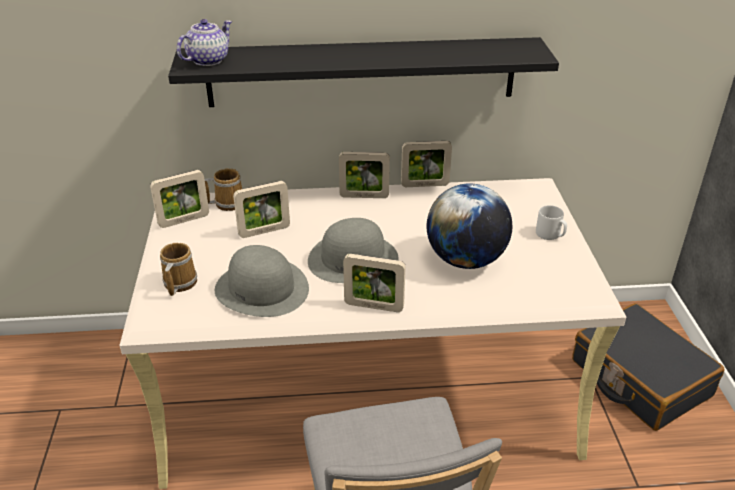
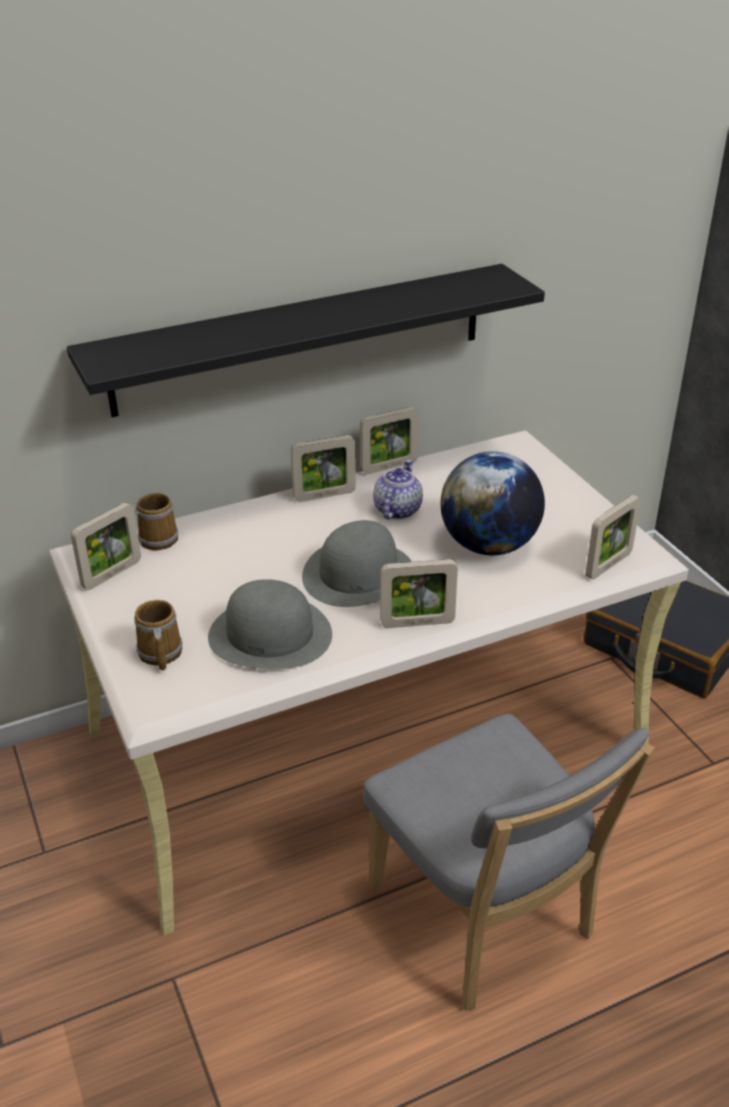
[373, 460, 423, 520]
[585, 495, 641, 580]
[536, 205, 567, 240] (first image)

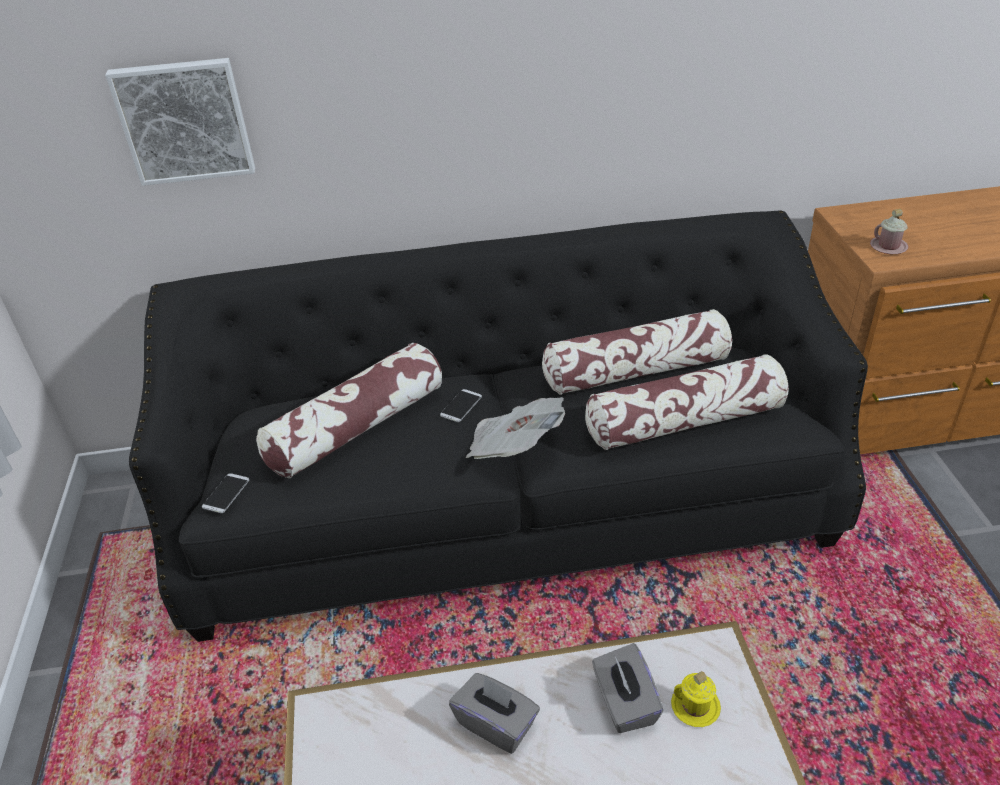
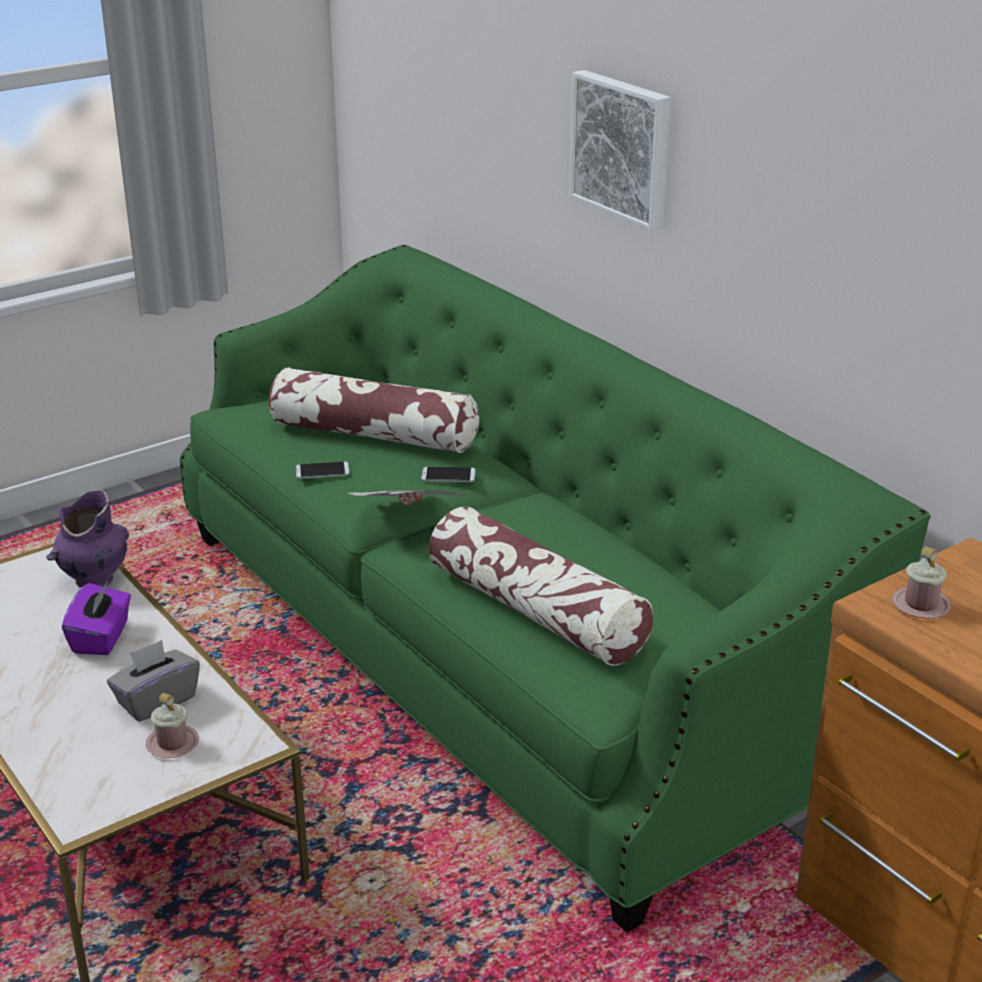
[569, 70, 671, 231]
[180, 245, 931, 932]
[296, 461, 350, 479]
[62, 581, 131, 655]
[542, 309, 732, 395] (first image)
[146, 693, 199, 758]
[46, 490, 129, 588]

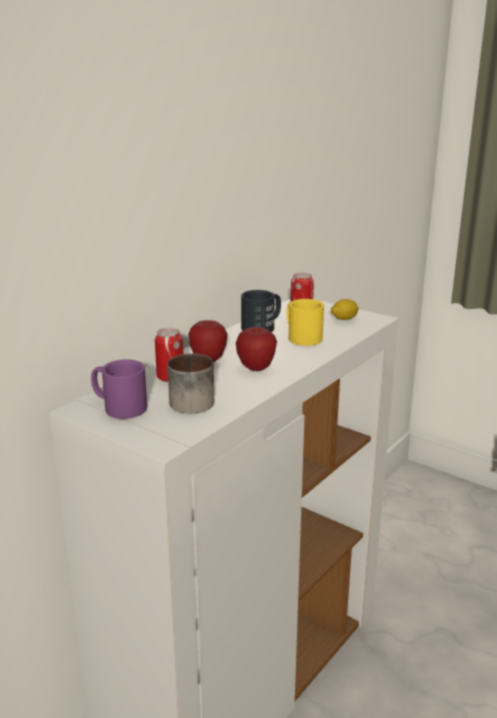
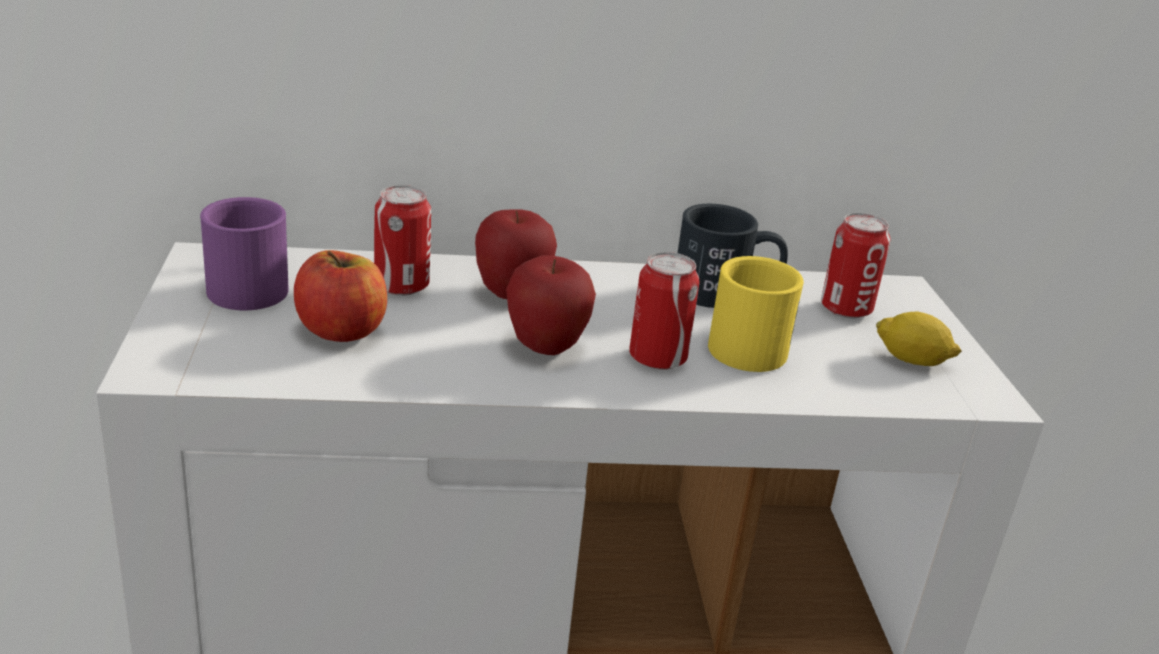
[294, 250, 387, 342]
[629, 252, 699, 370]

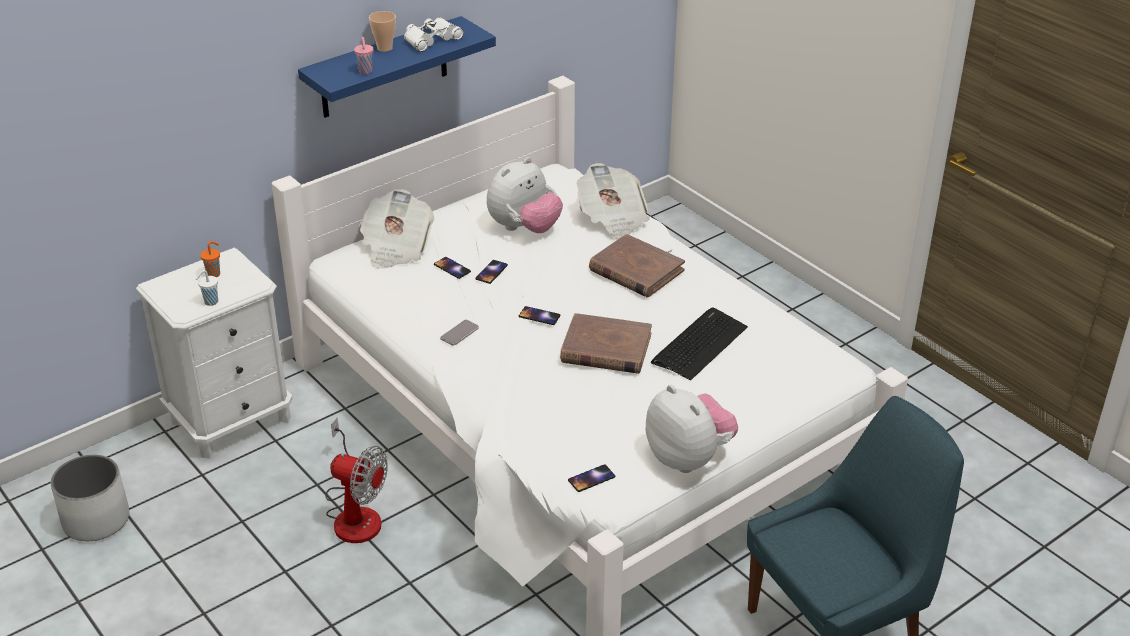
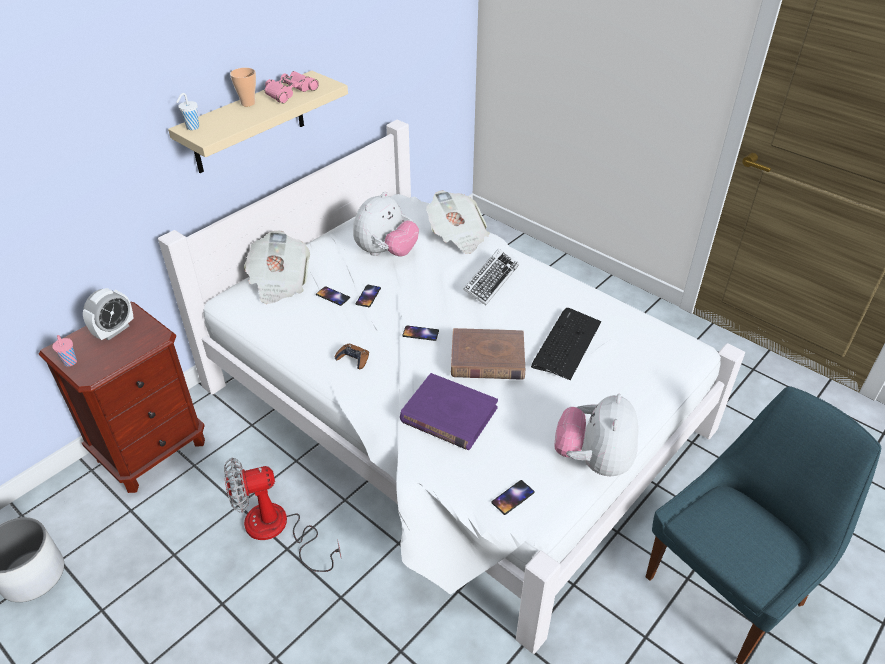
[39, 301, 205, 493]
[176, 93, 199, 130]
[83, 288, 134, 340]
[168, 71, 348, 173]
[224, 458, 342, 572]
[52, 335, 77, 366]
[265, 71, 319, 103]
[335, 344, 369, 369]
[463, 248, 519, 305]
[555, 394, 638, 476]
[400, 373, 498, 450]

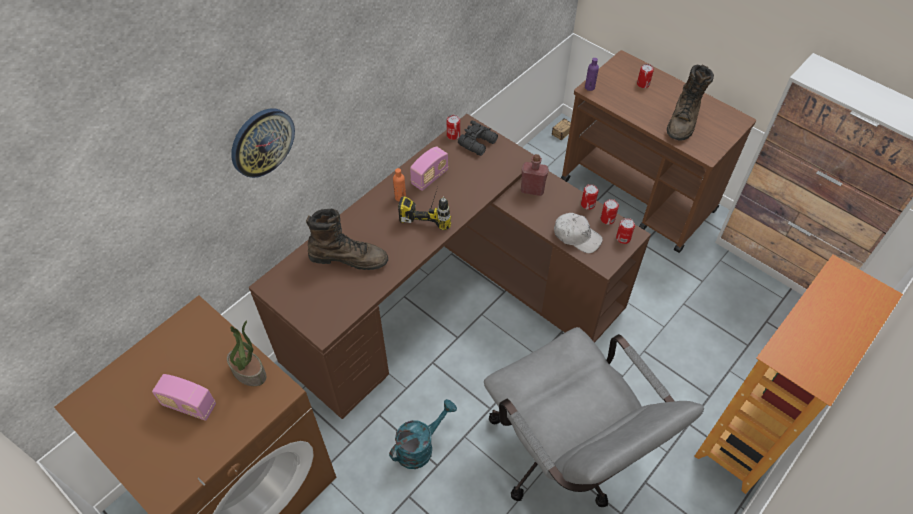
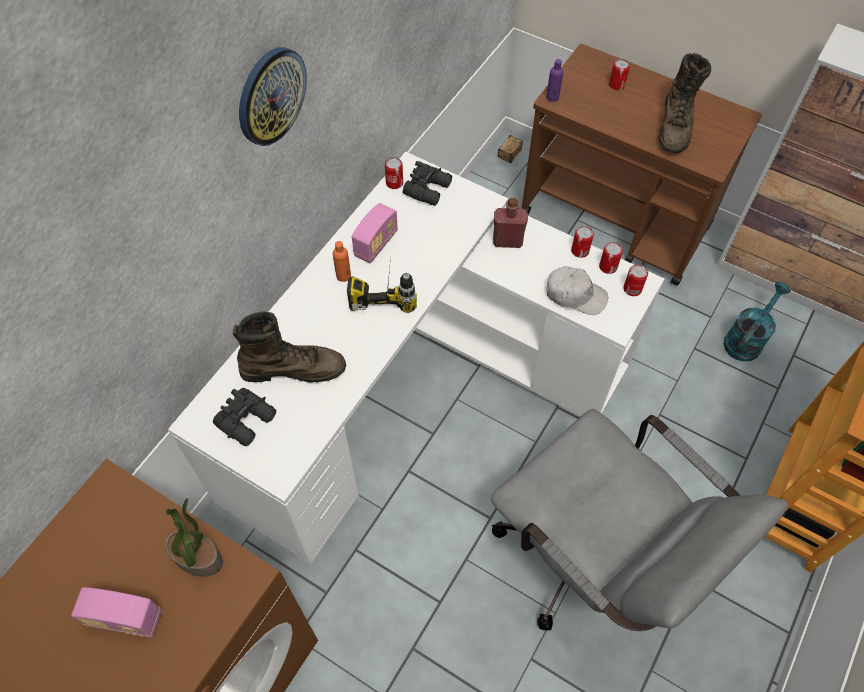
[239, 47, 307, 146]
[168, 152, 664, 564]
[724, 282, 791, 362]
[213, 388, 276, 446]

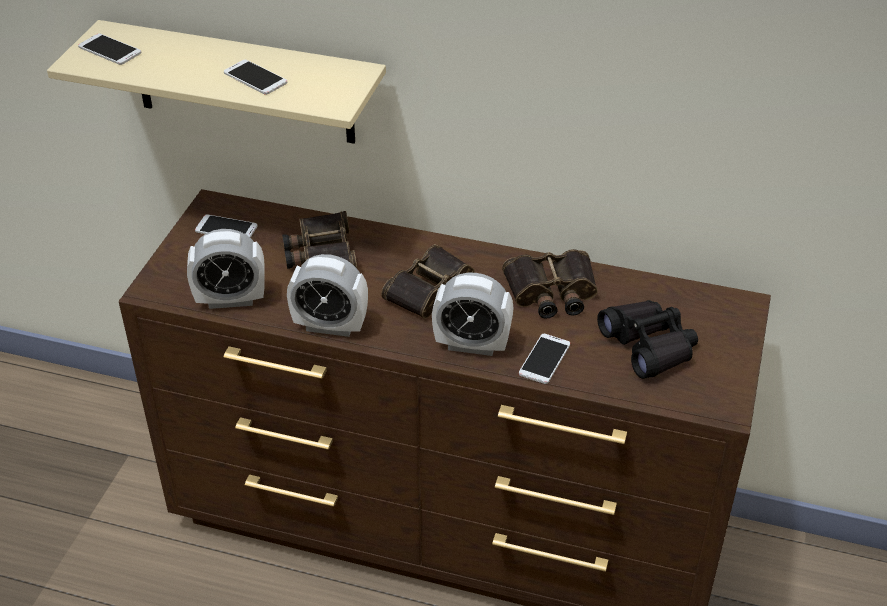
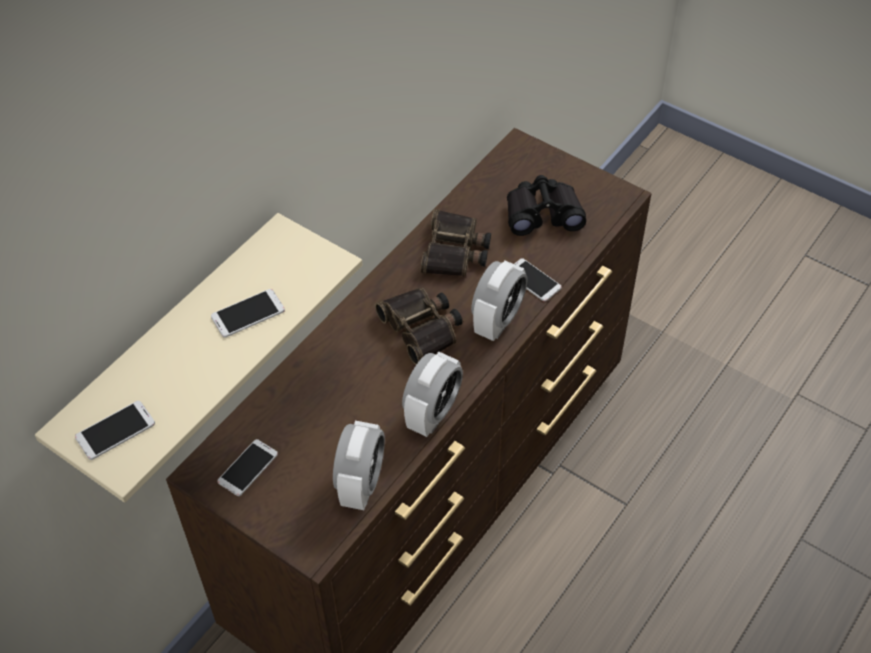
[282, 211, 357, 269] (first image)

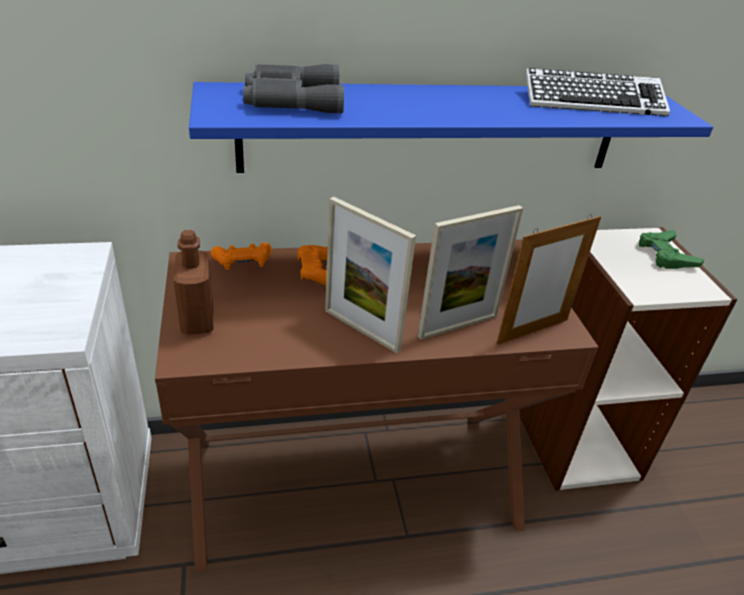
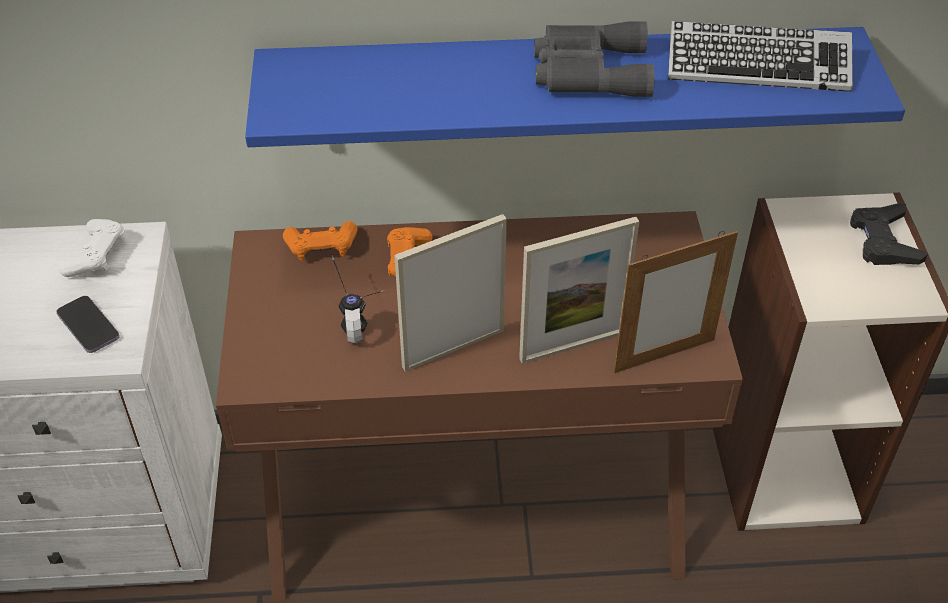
[174, 230, 213, 335] (first image)
[534, 21, 655, 97]
[394, 214, 507, 372]
[850, 204, 928, 265]
[56, 296, 120, 353]
[59, 219, 126, 277]
[332, 255, 385, 344]

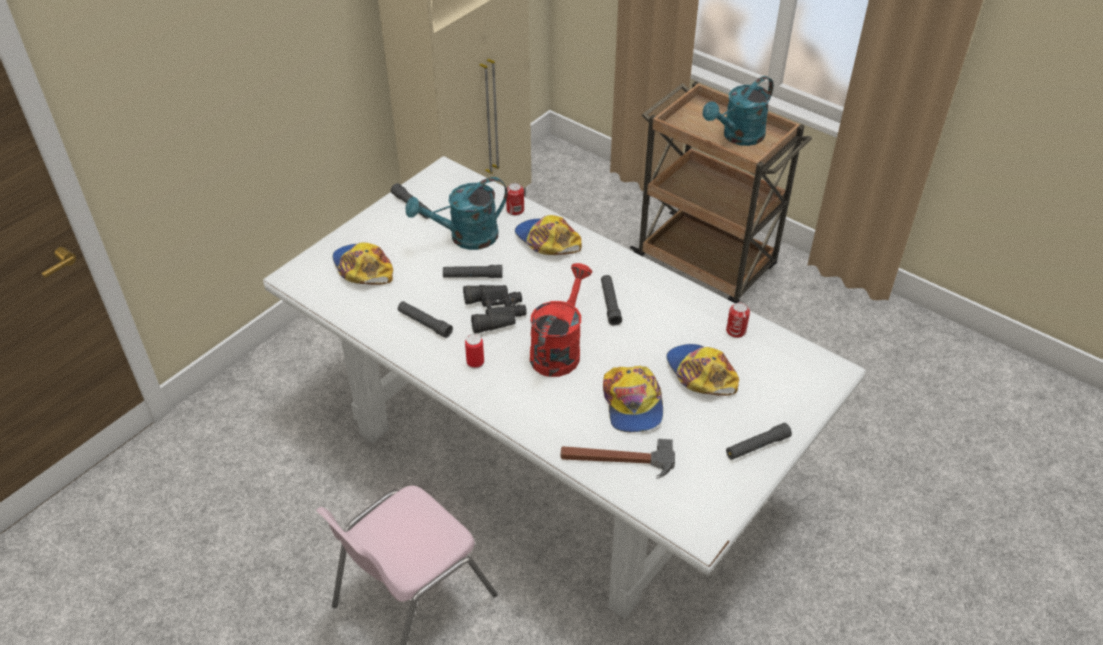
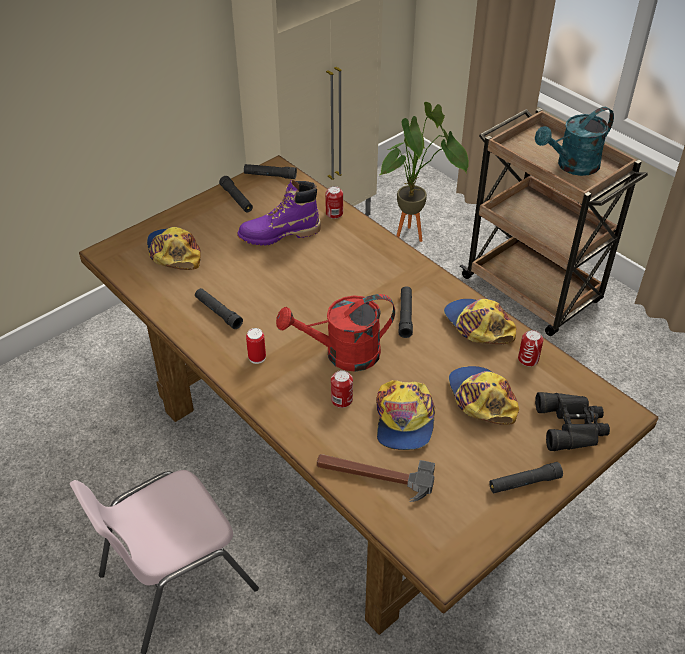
[79, 155, 658, 635]
[237, 180, 321, 246]
[244, 164, 297, 179]
[535, 392, 610, 451]
[444, 299, 516, 344]
[276, 294, 395, 372]
[331, 370, 353, 408]
[380, 102, 469, 242]

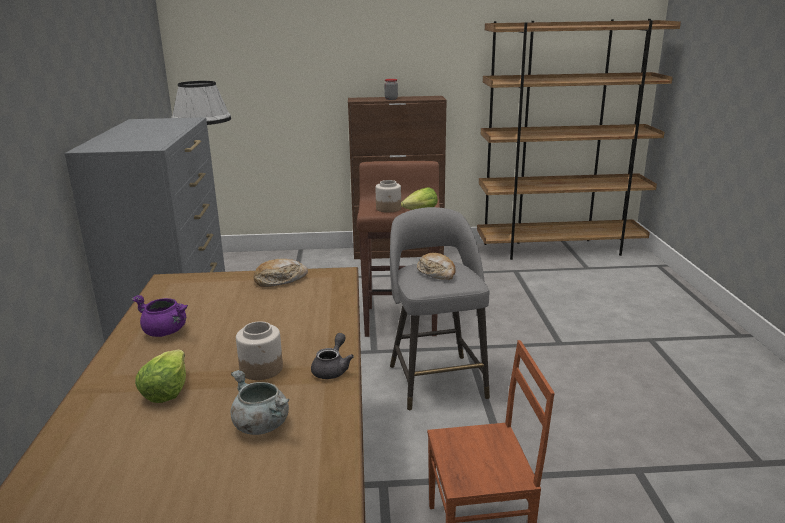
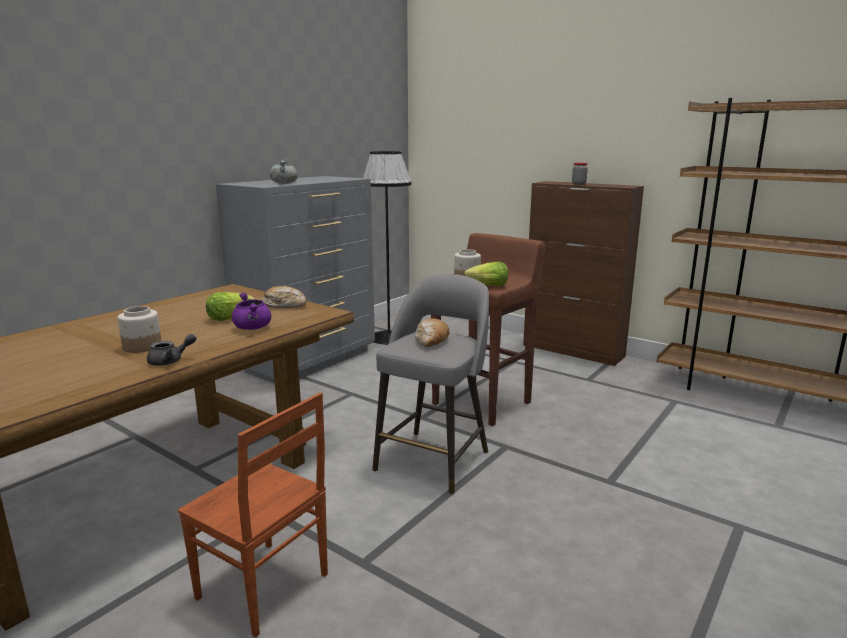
[232, 292, 271, 330]
[206, 292, 254, 321]
[270, 159, 298, 184]

